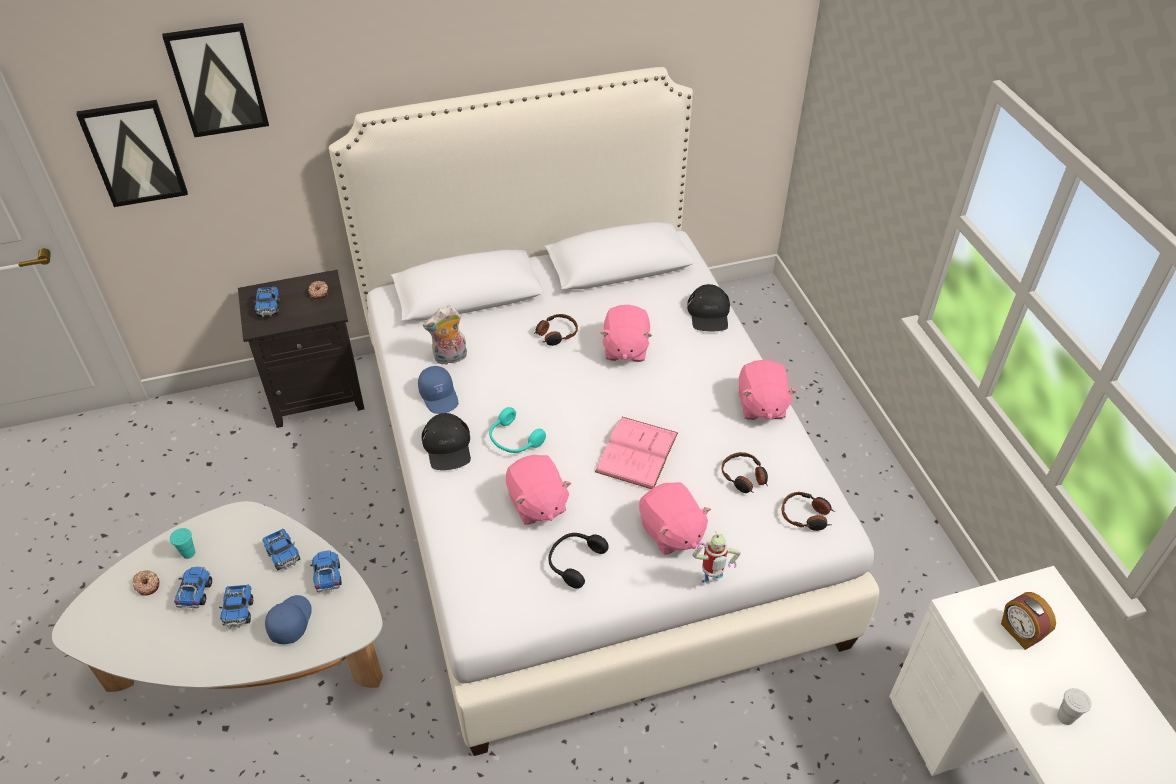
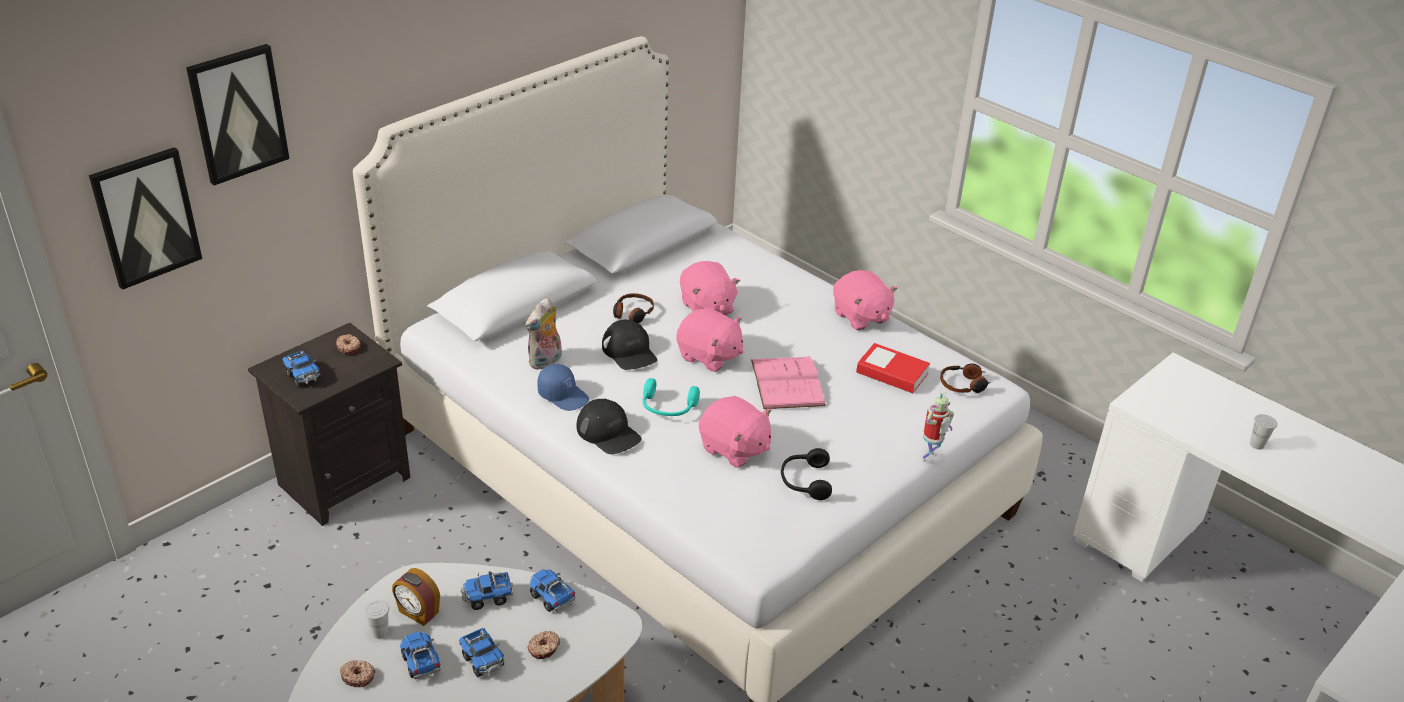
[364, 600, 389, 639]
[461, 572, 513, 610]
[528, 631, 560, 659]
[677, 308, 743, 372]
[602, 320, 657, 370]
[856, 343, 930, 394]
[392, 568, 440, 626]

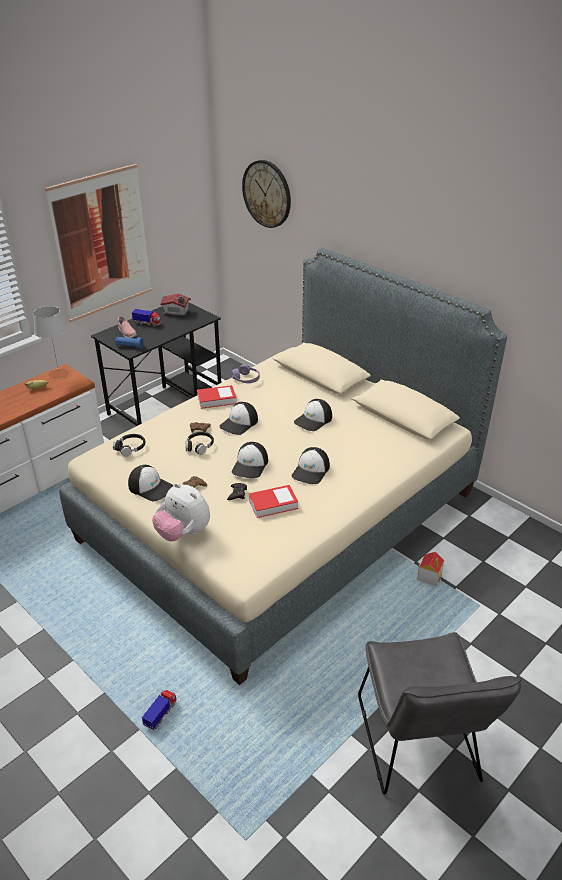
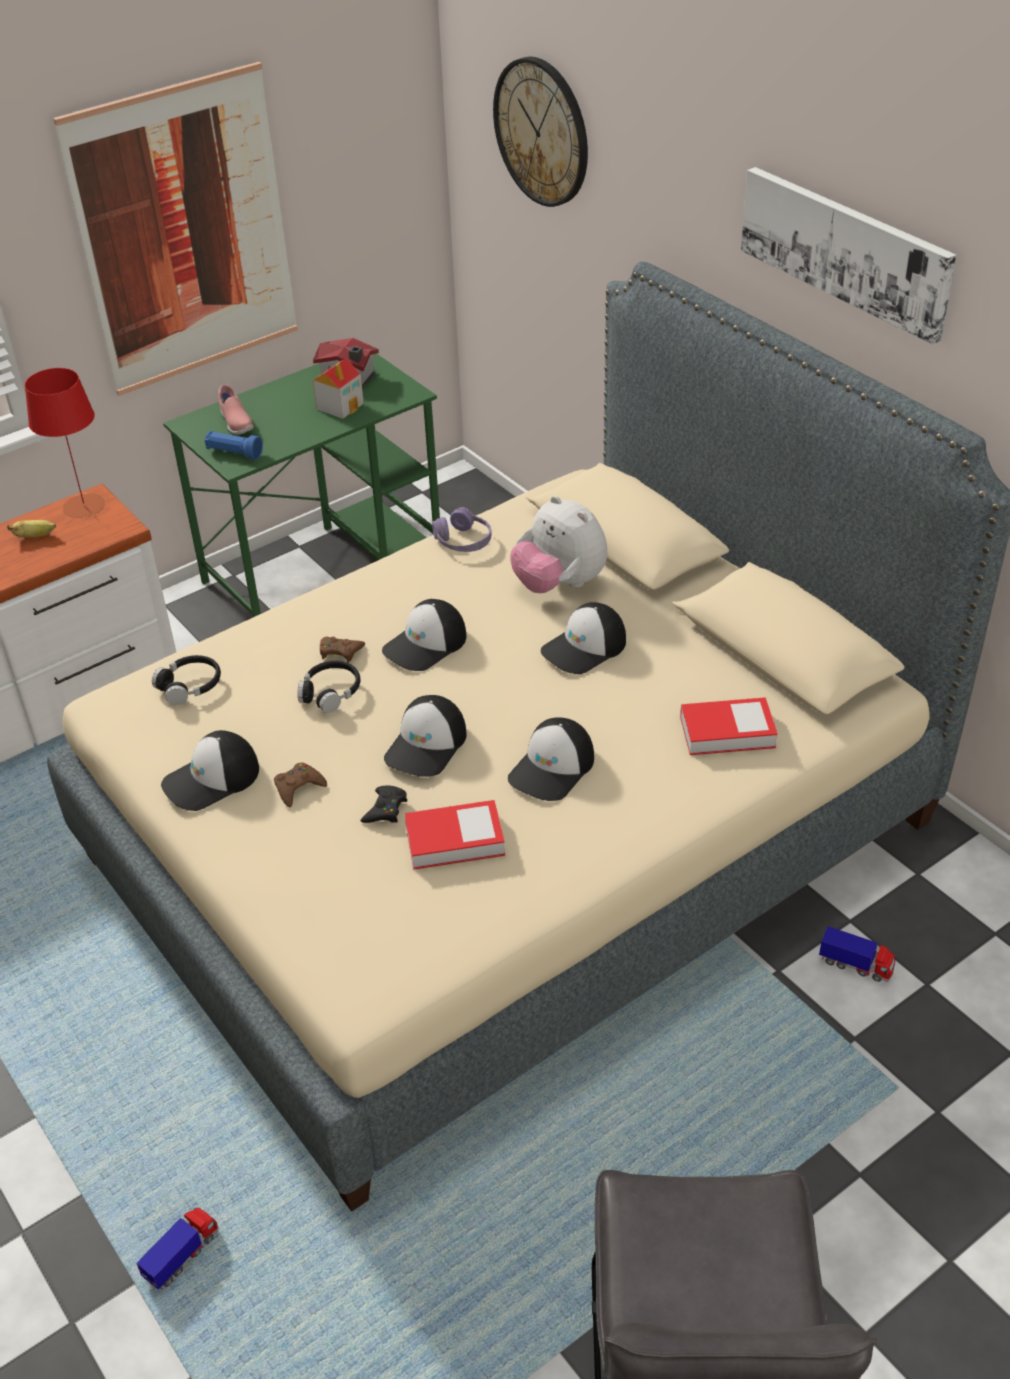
[25, 368, 106, 518]
[163, 354, 440, 617]
[161, 730, 259, 811]
[819, 926, 895, 982]
[510, 495, 608, 593]
[680, 697, 778, 755]
[313, 358, 364, 419]
[741, 167, 956, 344]

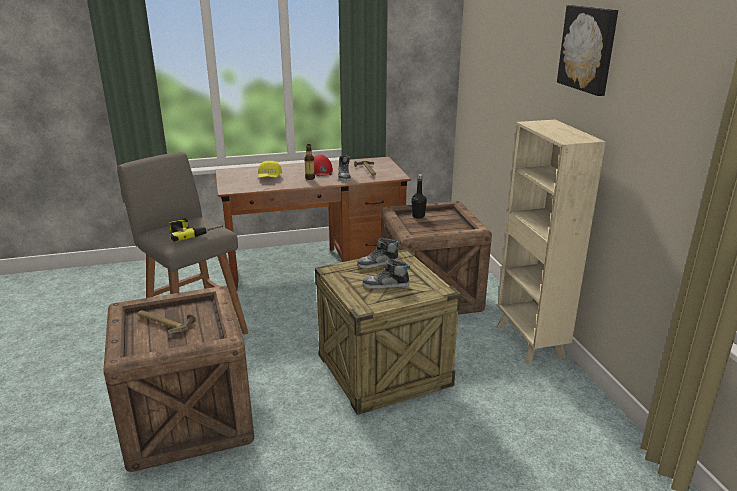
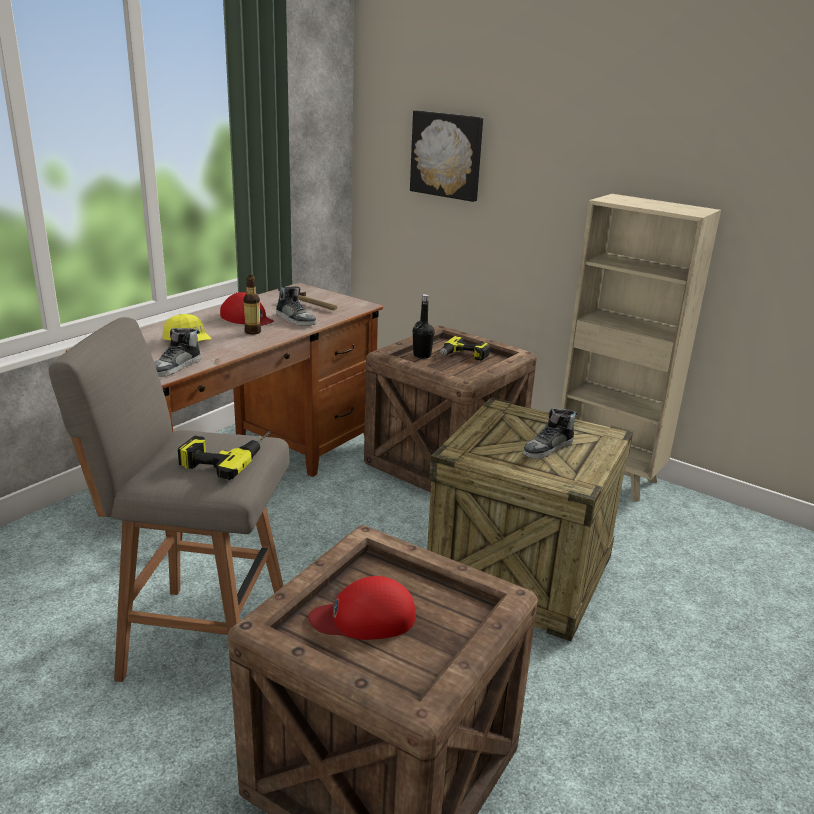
[308, 576, 416, 640]
[154, 328, 201, 377]
[410, 111, 483, 202]
[434, 336, 490, 361]

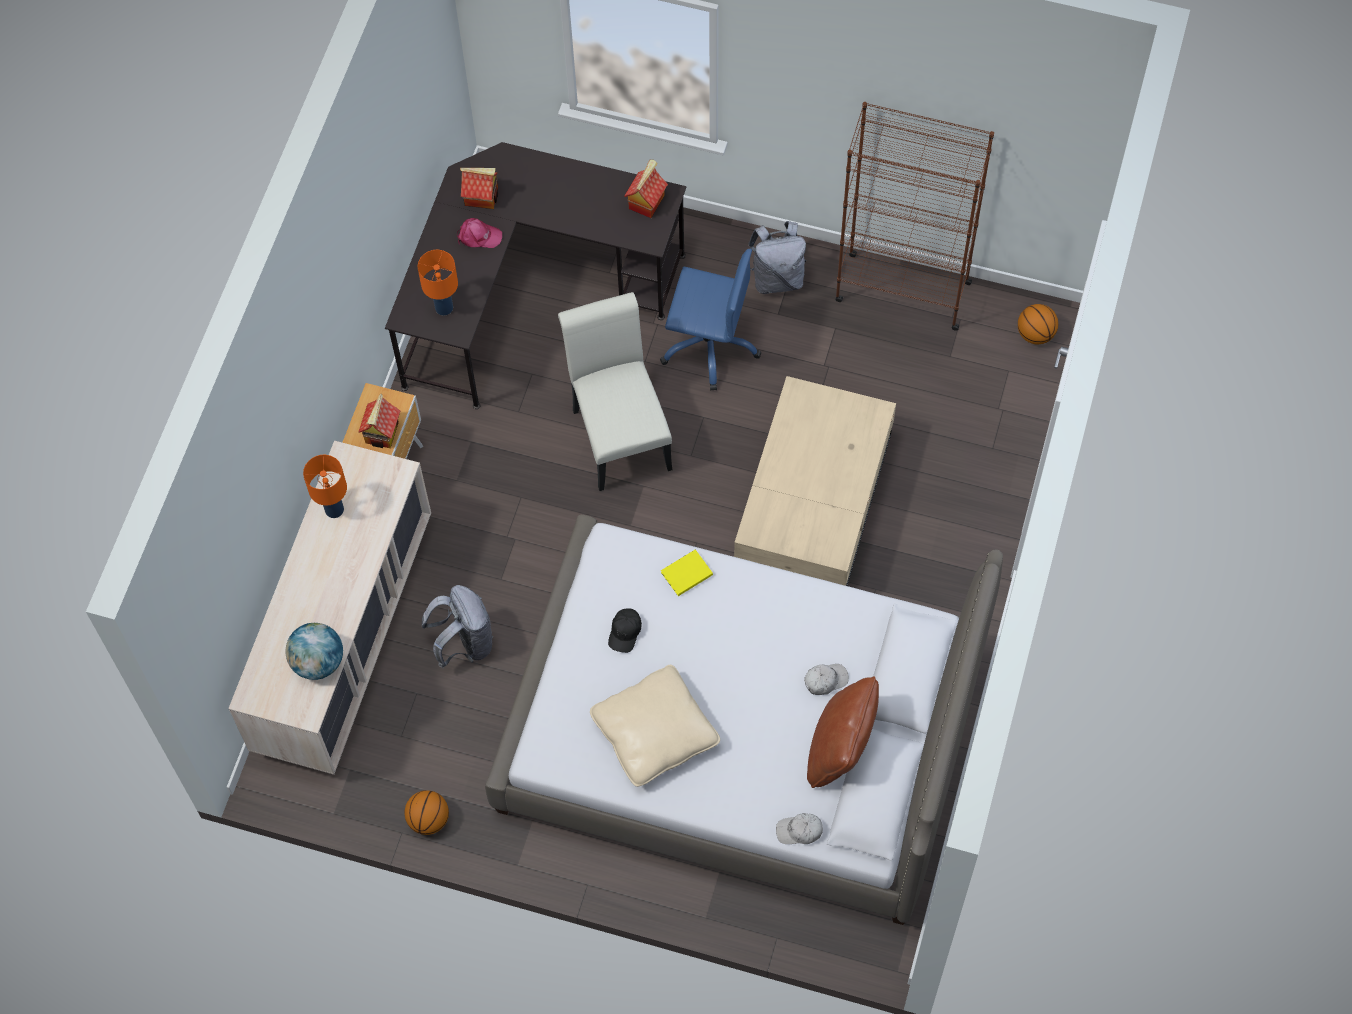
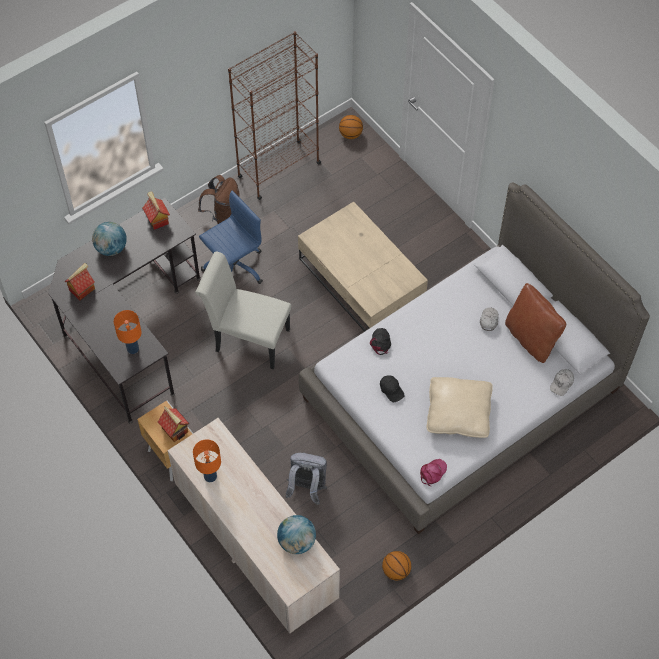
[420, 459, 447, 486]
[370, 328, 391, 355]
[198, 175, 239, 224]
[92, 222, 127, 256]

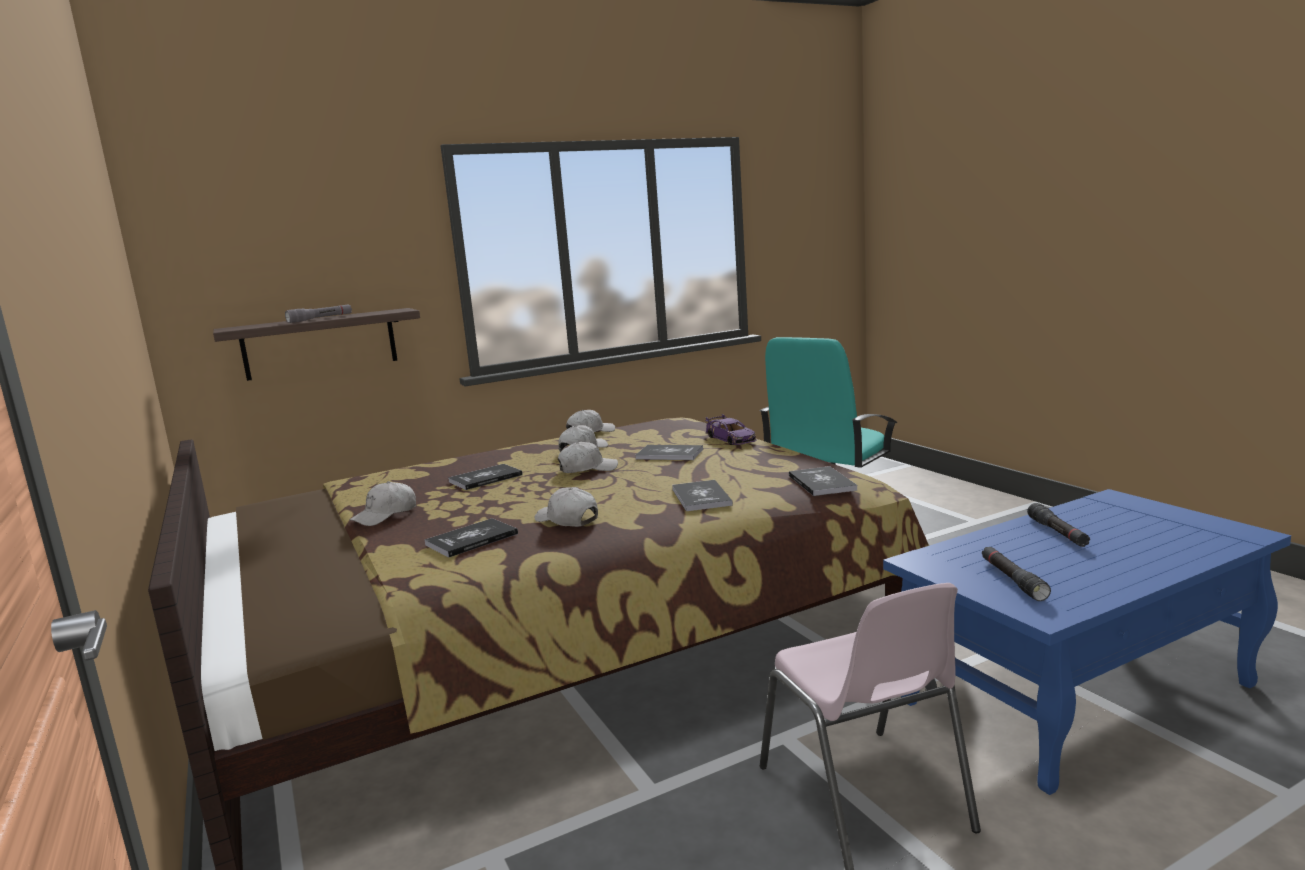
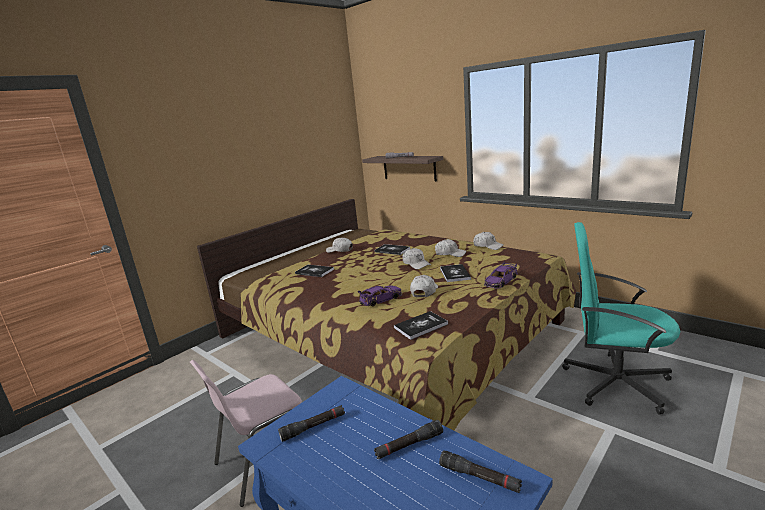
[410, 275, 438, 297]
[358, 285, 402, 306]
[439, 450, 522, 493]

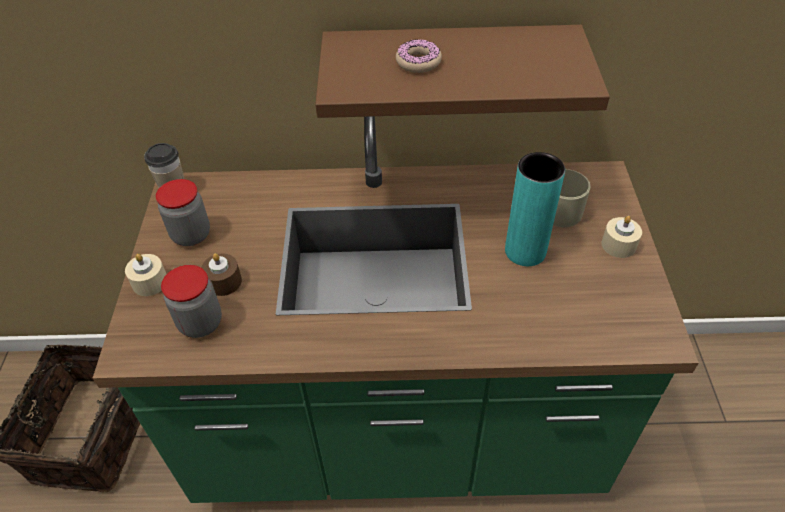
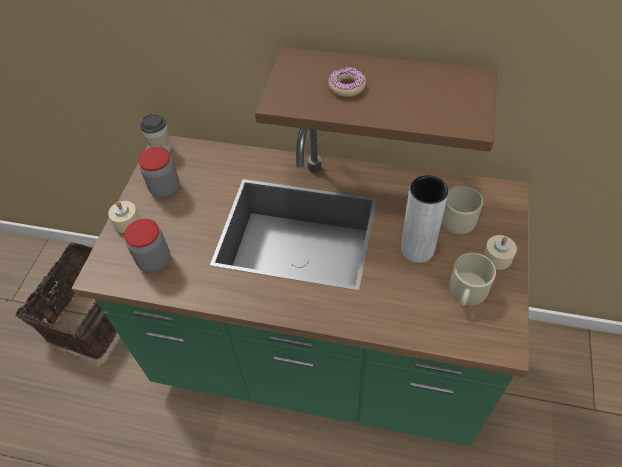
[201, 253, 242, 296] (first image)
[401, 175, 449, 263]
[449, 253, 496, 306]

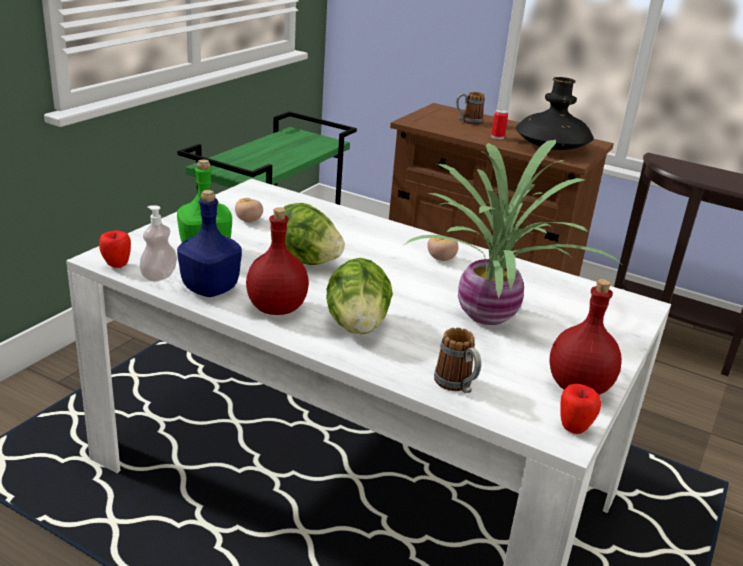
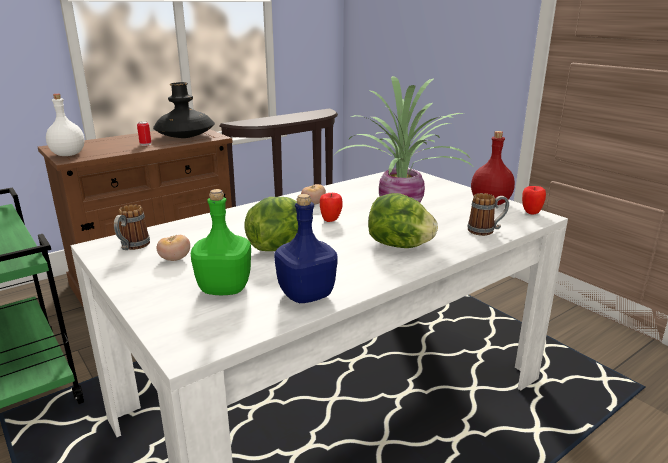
[320, 193, 343, 222]
[139, 206, 177, 281] (first image)
[246, 207, 309, 315] (first image)
[114, 204, 150, 250]
[46, 94, 85, 156]

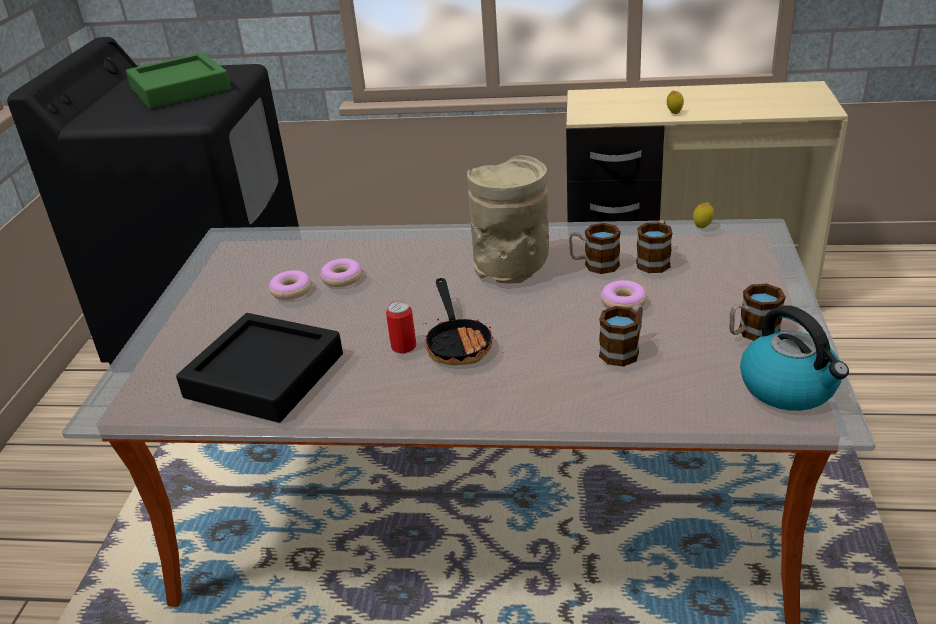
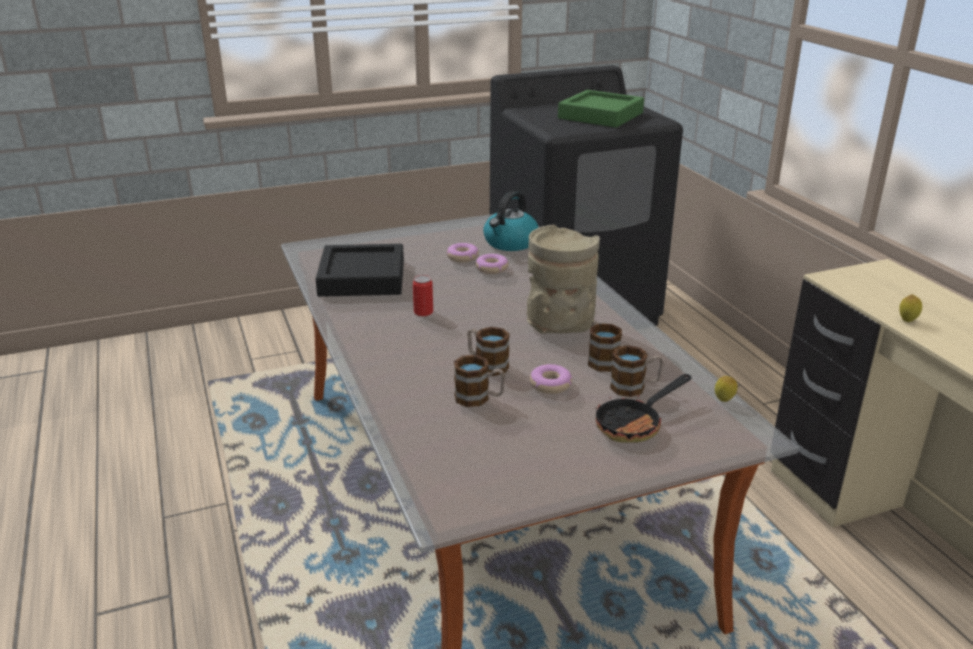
[595, 374, 691, 443]
[467, 327, 510, 376]
[483, 191, 539, 251]

